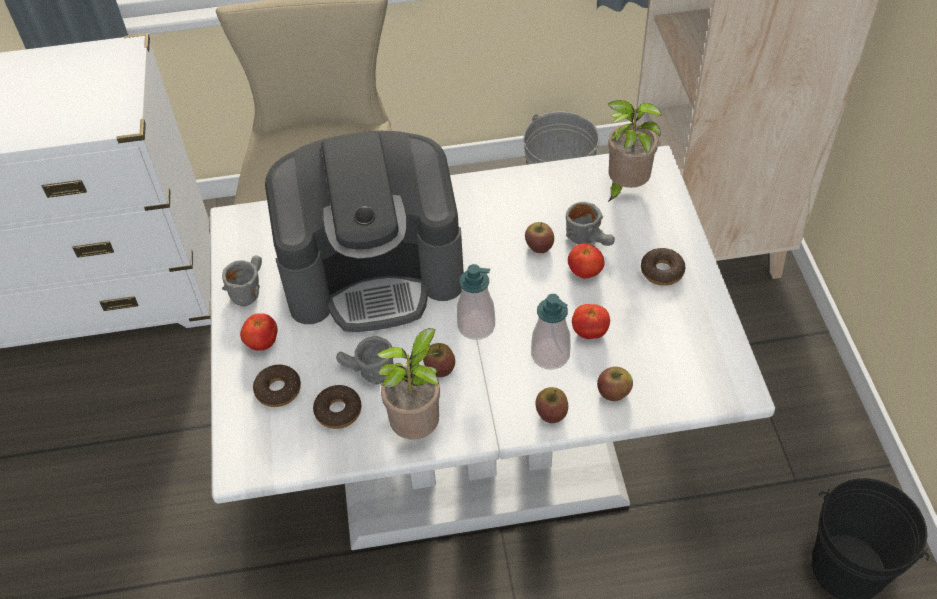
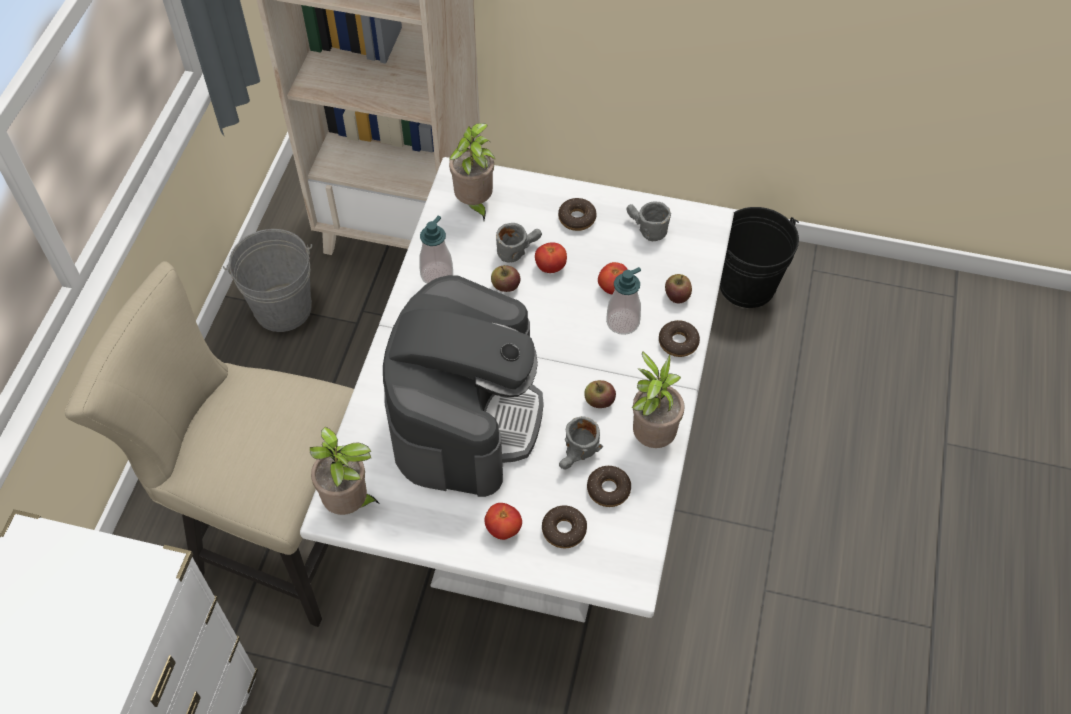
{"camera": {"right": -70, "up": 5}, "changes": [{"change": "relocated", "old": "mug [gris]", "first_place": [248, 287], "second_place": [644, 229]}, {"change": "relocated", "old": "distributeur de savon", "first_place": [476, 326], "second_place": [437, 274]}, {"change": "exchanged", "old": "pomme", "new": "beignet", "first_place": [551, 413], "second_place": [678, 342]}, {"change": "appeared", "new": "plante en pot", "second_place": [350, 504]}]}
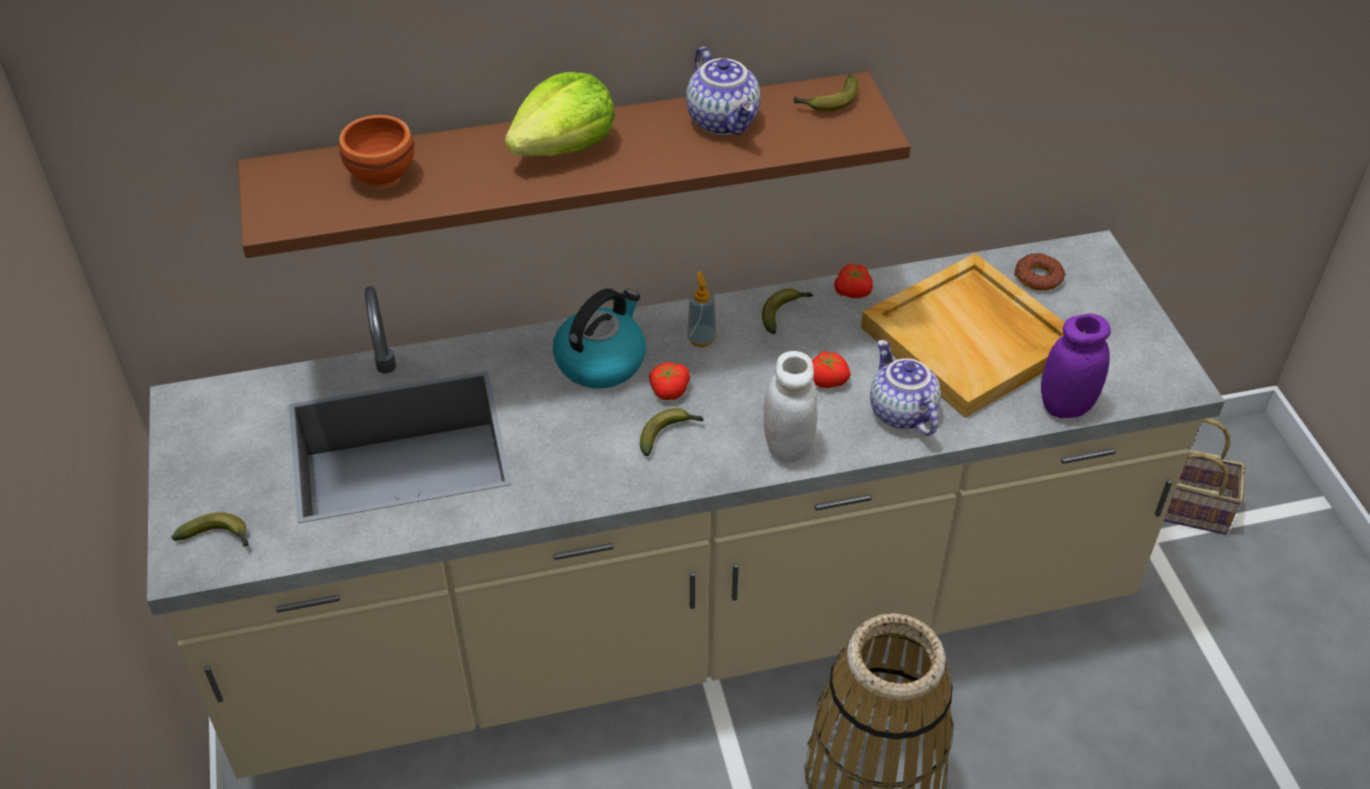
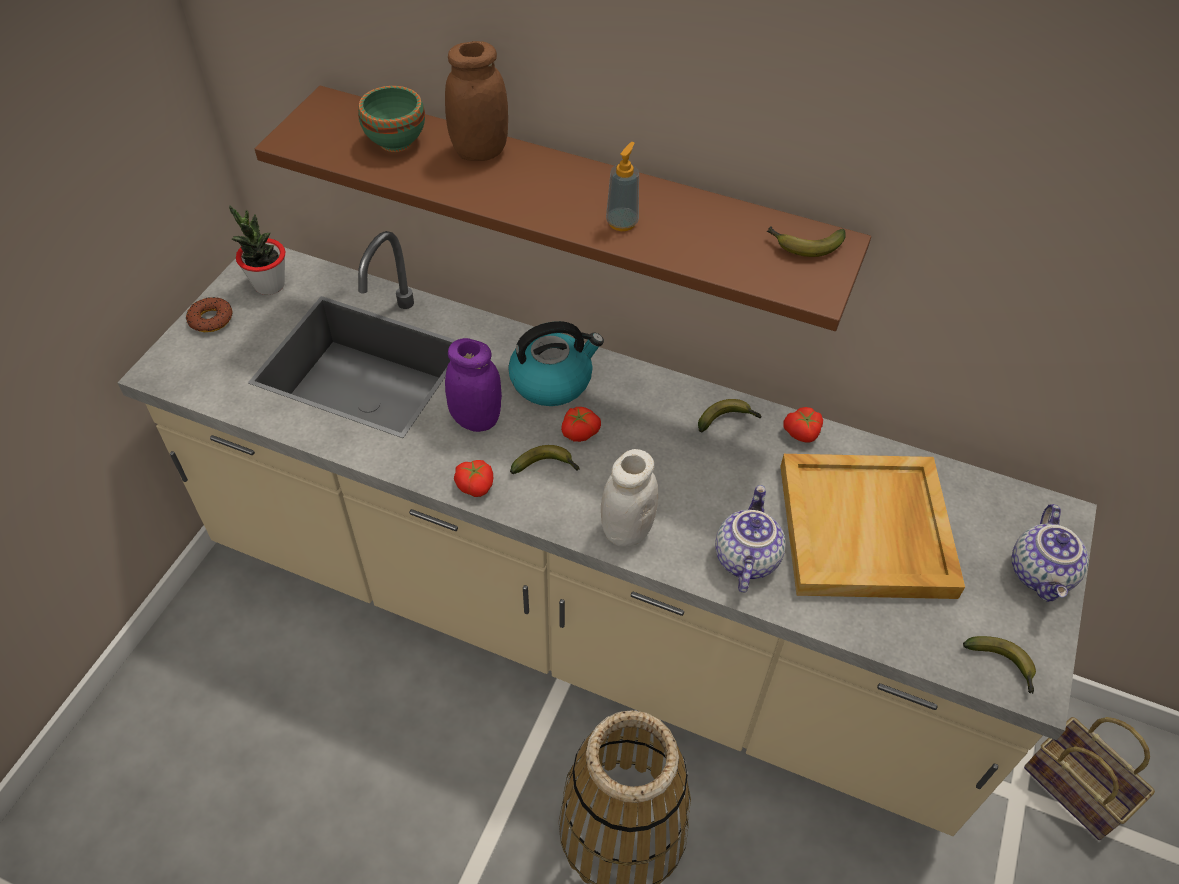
{"camera": {"right": 35, "up": 5}, "changes": [{"change": "relocated", "old": "banane", "first_place": [219, 538], "second_place": [1002, 666]}, {"change": "colour", "old": "bol [marron]", "new": "bol [vert]", "first_place": [382, 175], "second_place": [397, 141]}, {"change": "missing", "old": "laitue", "first_place": [565, 146]}, {"change": "relocated", "old": "théière", "first_place": [724, 121], "second_place": [1041, 574]}, {"change": "relocated", "old": "distributeur de savon", "first_place": [701, 338], "second_place": [622, 222]}, {"change": "relocated", "old": "tomate", "first_place": [827, 379], "second_place": [476, 485]}, {"change": "relocated", "old": "beignet", "first_place": [1038, 277], "second_place": [210, 319]}, {"change": "relocated", "old": "bocal [violet]", "first_place": [1066, 406], "second_place": [476, 419]}, {"change": "appeared", "new": "plante en pot", "second_place": [269, 285]}, {"change": "appeared", "new": "bocal [marron]", "second_place": [479, 151]}]}
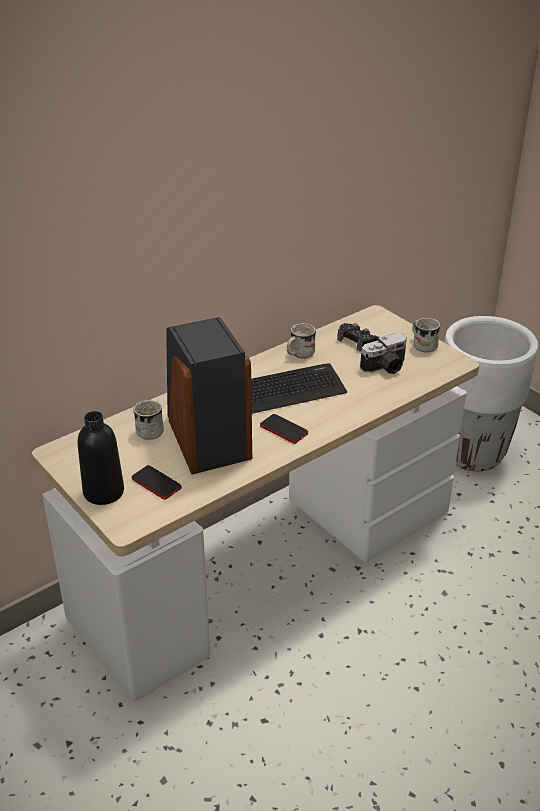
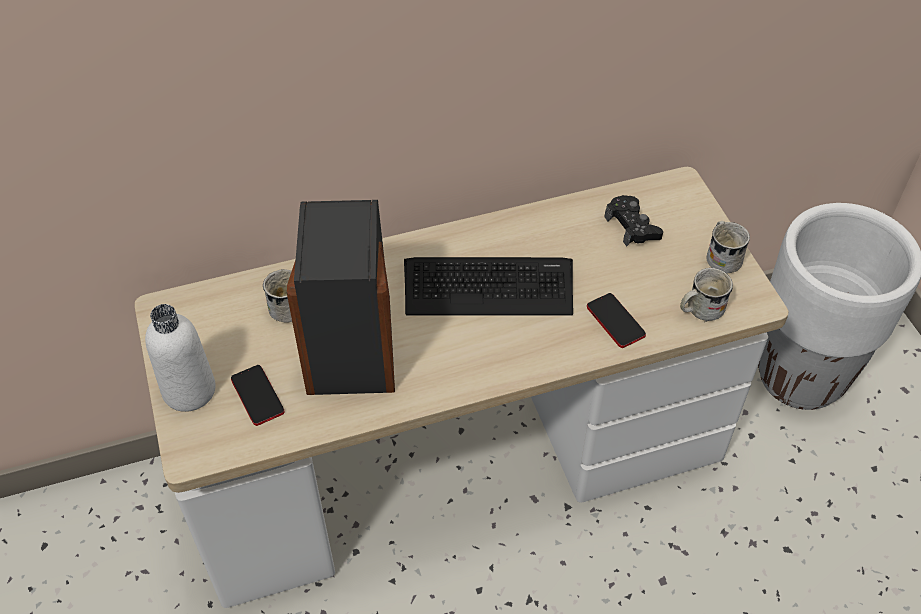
{"camera": {"right": 20, "up": 15}, "changes": [{"change": "colour", "old": "bouteille [noir]", "new": "bouteille [blanc]", "first_place": [103, 492], "second_place": [189, 390]}, {"change": "relocated", "old": "téléphone", "first_place": [284, 429], "second_place": [615, 321]}, {"change": "relocated", "old": "mug [blanc]", "first_place": [299, 354], "second_place": [699, 310]}, {"change": "missing", "old": "appareil photo", "first_place": [385, 367]}]}
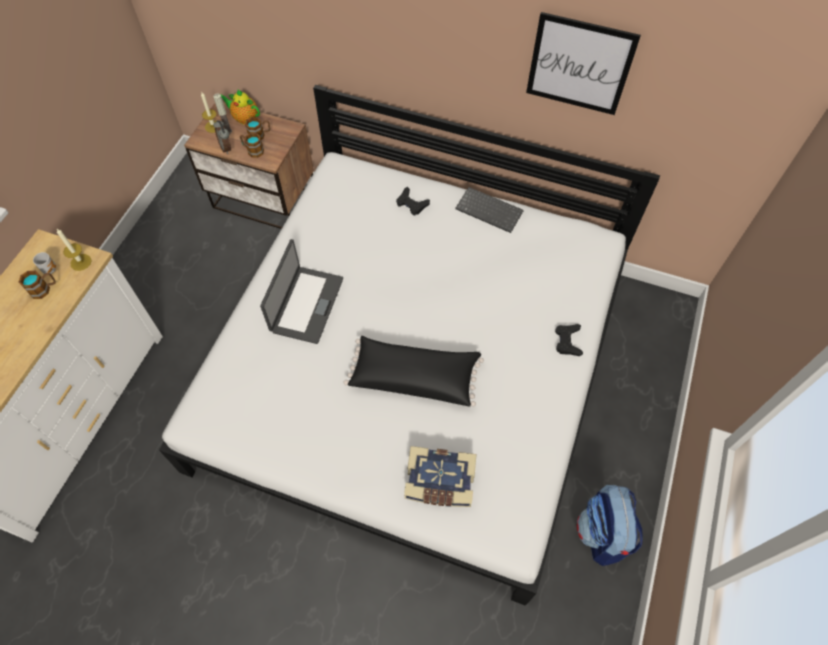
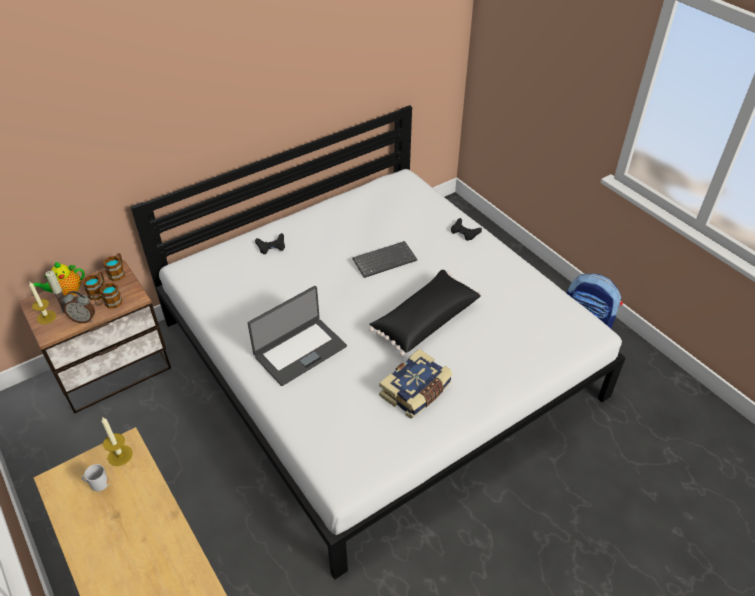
{"camera": {"right": -55, "up": -15}, "changes": [{"change": "relocated", "old": "mug", "first_place": [44, 289], "second_place": [118, 272]}, {"change": "spun", "old": "ordinateur portable", "first_place": [306, 304], "second_place": [299, 351], "degrees": 90}, {"change": "relocated", "old": "livre", "first_place": [439, 482], "second_place": [416, 392]}, {"change": "relocated", "old": "clavier", "first_place": [490, 210], "second_place": [385, 259]}, {"change": "missing", "old": "tableau", "first_place": [579, 64]}]}
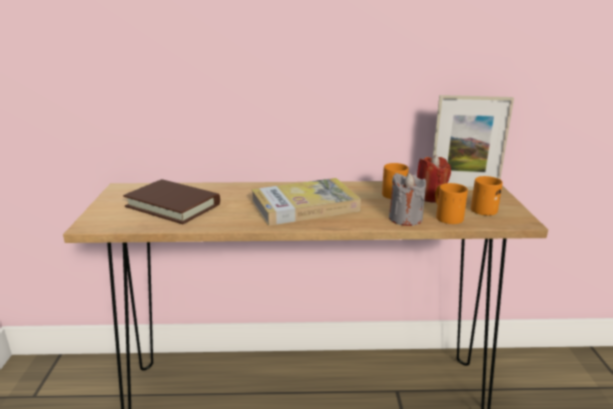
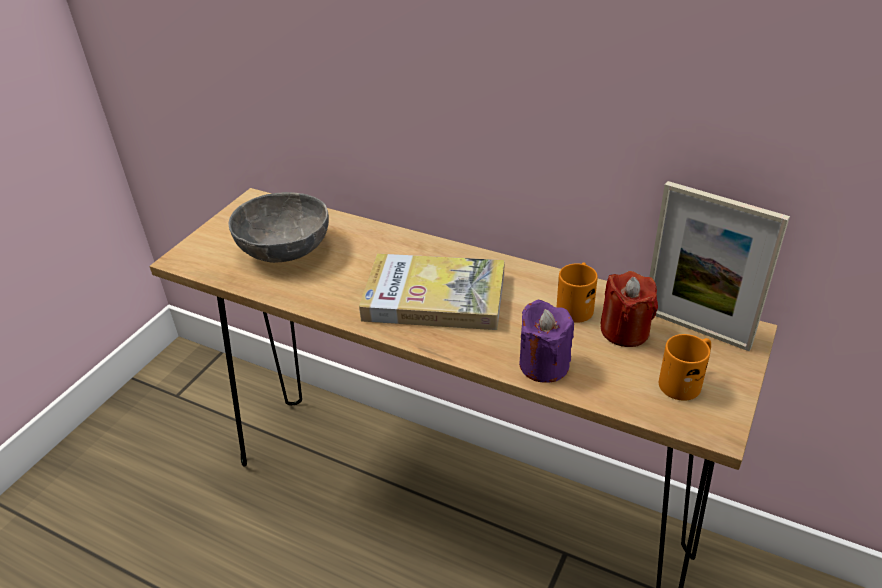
{"camera": {"right": 30, "up": 15}, "changes": [{"change": "exchanged", "old": "livre [marron]", "new": "bol [gris]", "first_place": [173, 205], "second_place": [285, 250]}, {"change": "colour", "old": "bougie [gris]", "new": "bougie [violet]", "first_place": [405, 218], "second_place": [544, 365]}, {"change": "missing", "old": "mug [orange]", "first_place": [445, 216]}]}
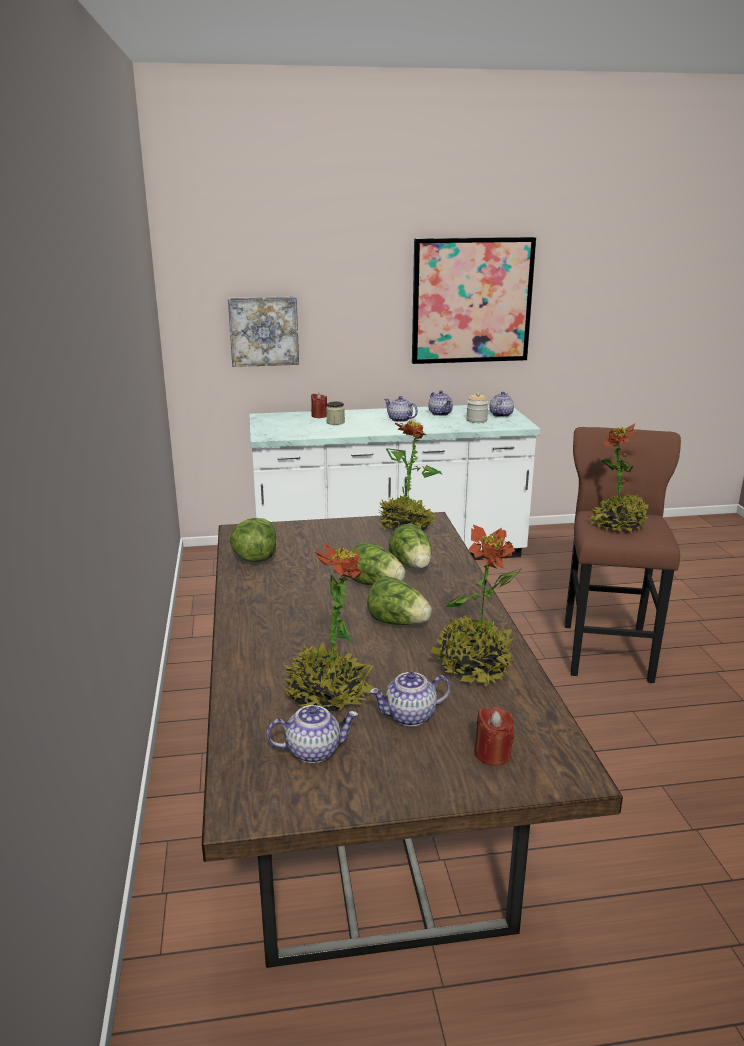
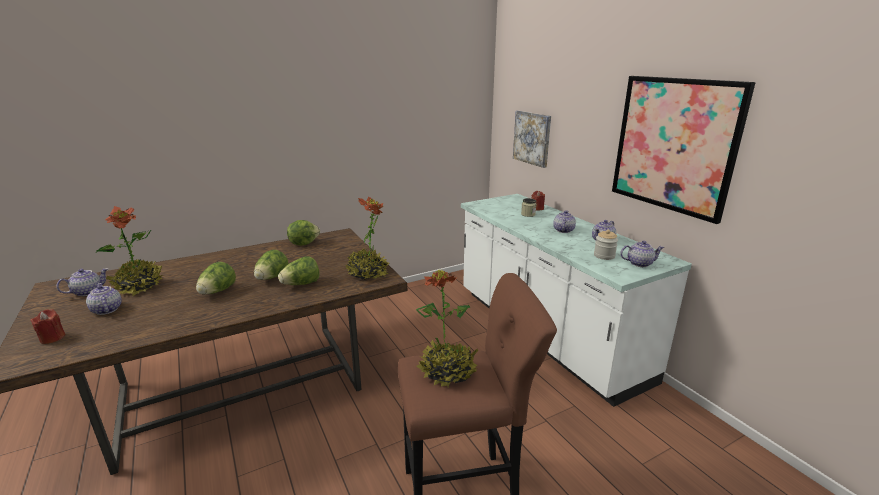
{"camera": {"right": 70, "up": 0}, "changes": [{"change": "spun", "old": "théière", "first_place": [313, 750], "second_place": [88, 292], "degrees": -105}, {"change": "missing", "old": "plante en pot", "first_place": [472, 666]}]}
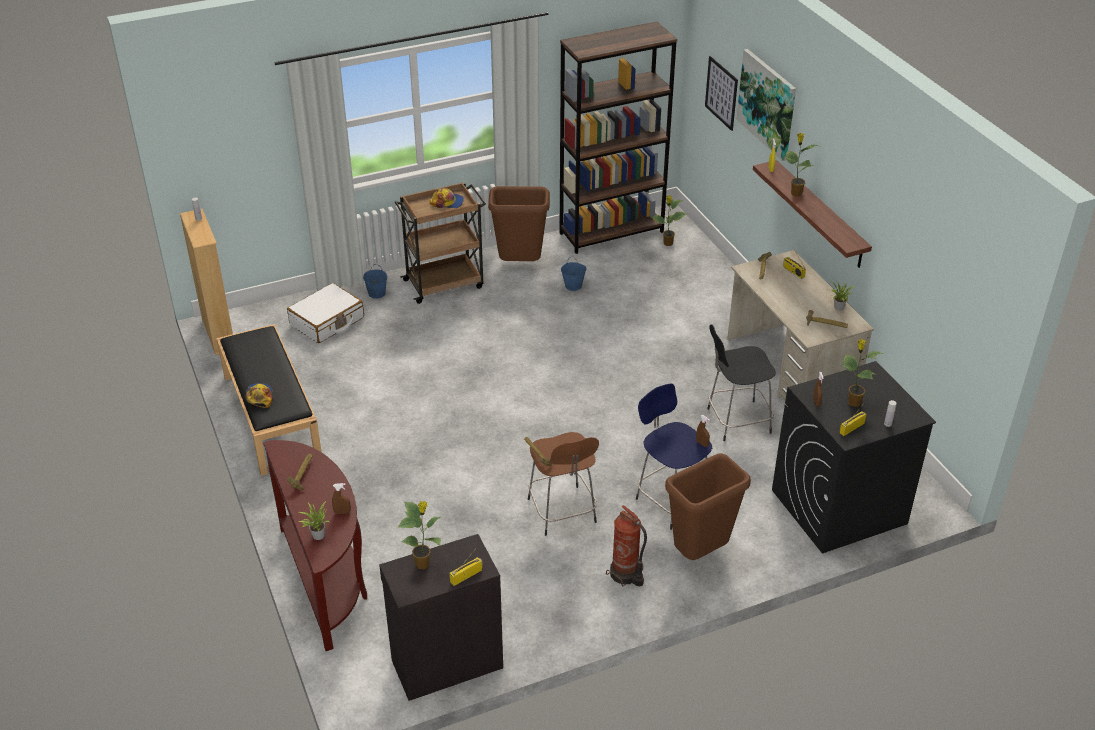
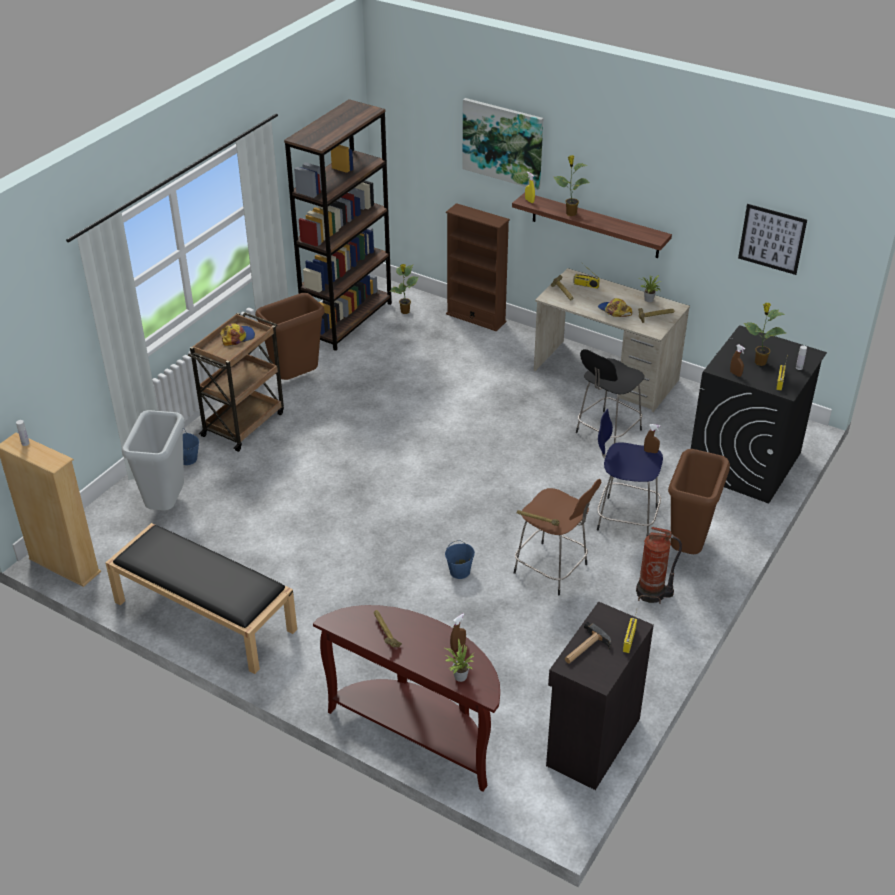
{"camera": {"right": -35, "up": 0}, "changes": [{"change": "relocated", "old": "casquette", "first_place": [260, 397], "second_place": [614, 311]}, {"change": "exchanged", "old": "valise [blanc]", "new": "poubelle [gris]", "first_place": [327, 321], "second_place": [166, 505]}, {"change": "exchanged", "old": "plante en pot", "new": "marteau", "first_place": [423, 564], "second_place": [585, 649]}, {"change": "relocated", "old": "seau [bleu]", "first_place": [573, 286], "second_place": [460, 571]}, {"change": "relocated", "old": "tableau", "first_place": [721, 93], "second_place": [772, 239]}, {"change": "appeared", "new": "bibliothèque [marron]", "second_place": [476, 318]}]}
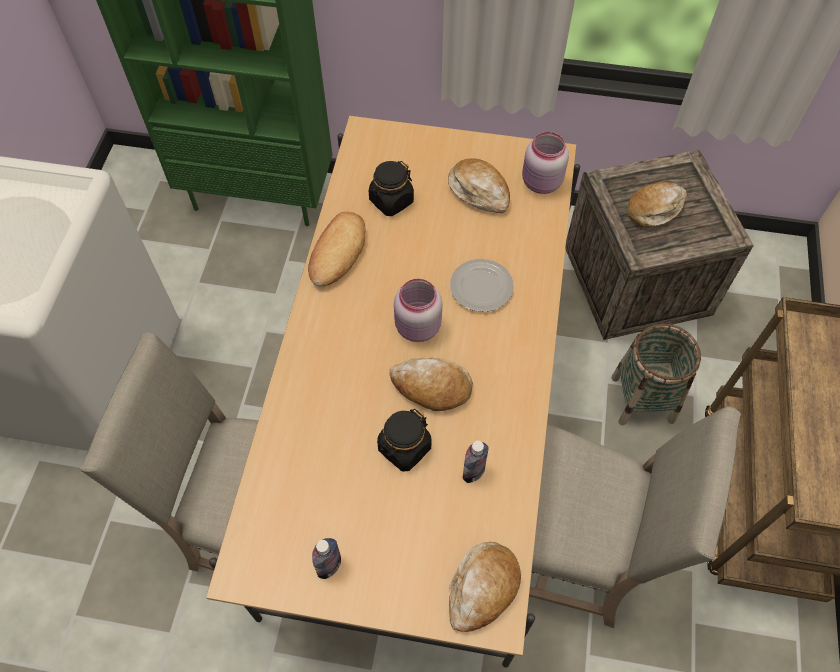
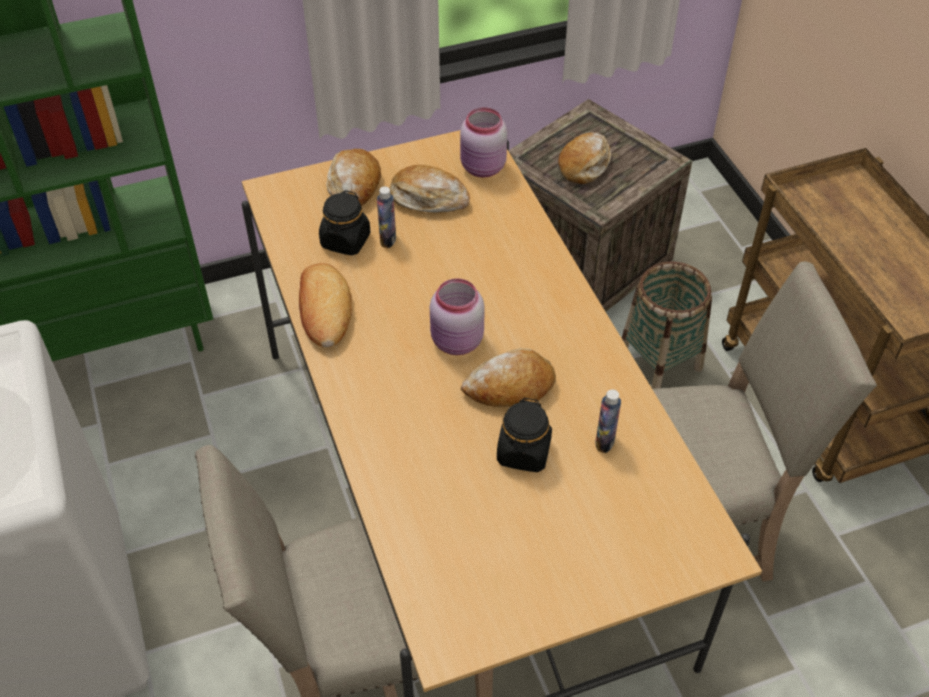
{"camera": {"right": -30, "up": -10}, "changes": [{"change": "relocated", "old": "bouteille", "first_place": [329, 566], "second_place": [388, 239]}, {"change": "relocated", "old": "pain", "first_place": [482, 589], "second_place": [354, 186]}, {"change": "missing", "old": "assiette", "first_place": [480, 287]}]}
